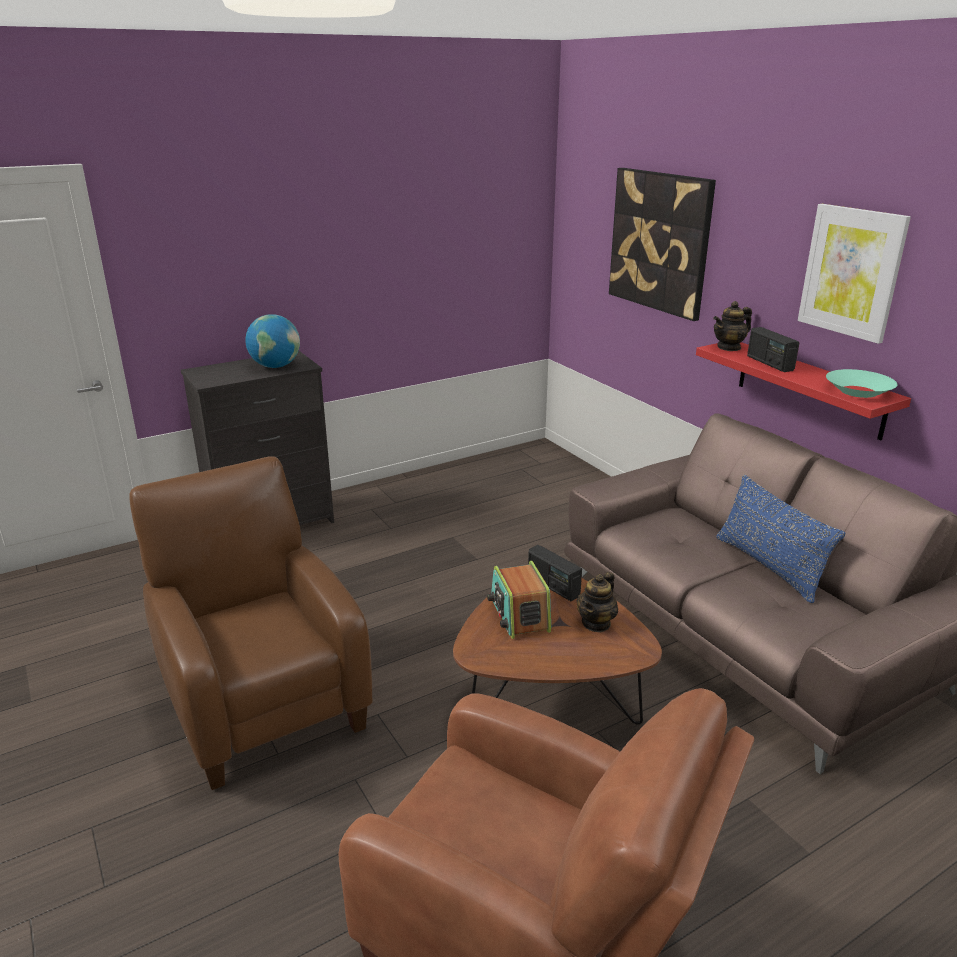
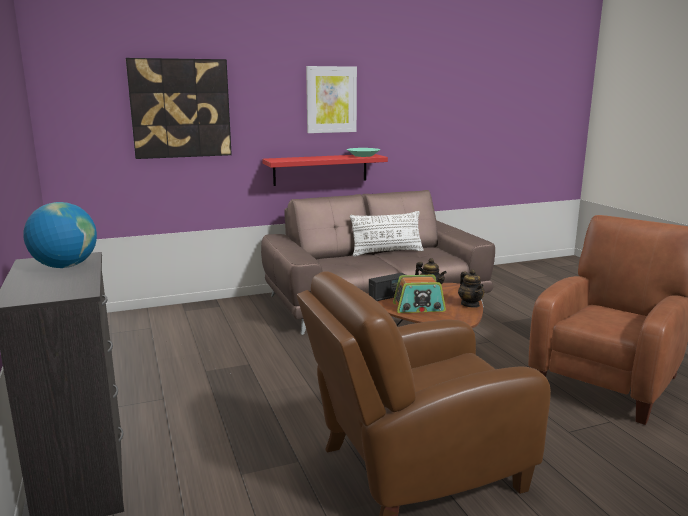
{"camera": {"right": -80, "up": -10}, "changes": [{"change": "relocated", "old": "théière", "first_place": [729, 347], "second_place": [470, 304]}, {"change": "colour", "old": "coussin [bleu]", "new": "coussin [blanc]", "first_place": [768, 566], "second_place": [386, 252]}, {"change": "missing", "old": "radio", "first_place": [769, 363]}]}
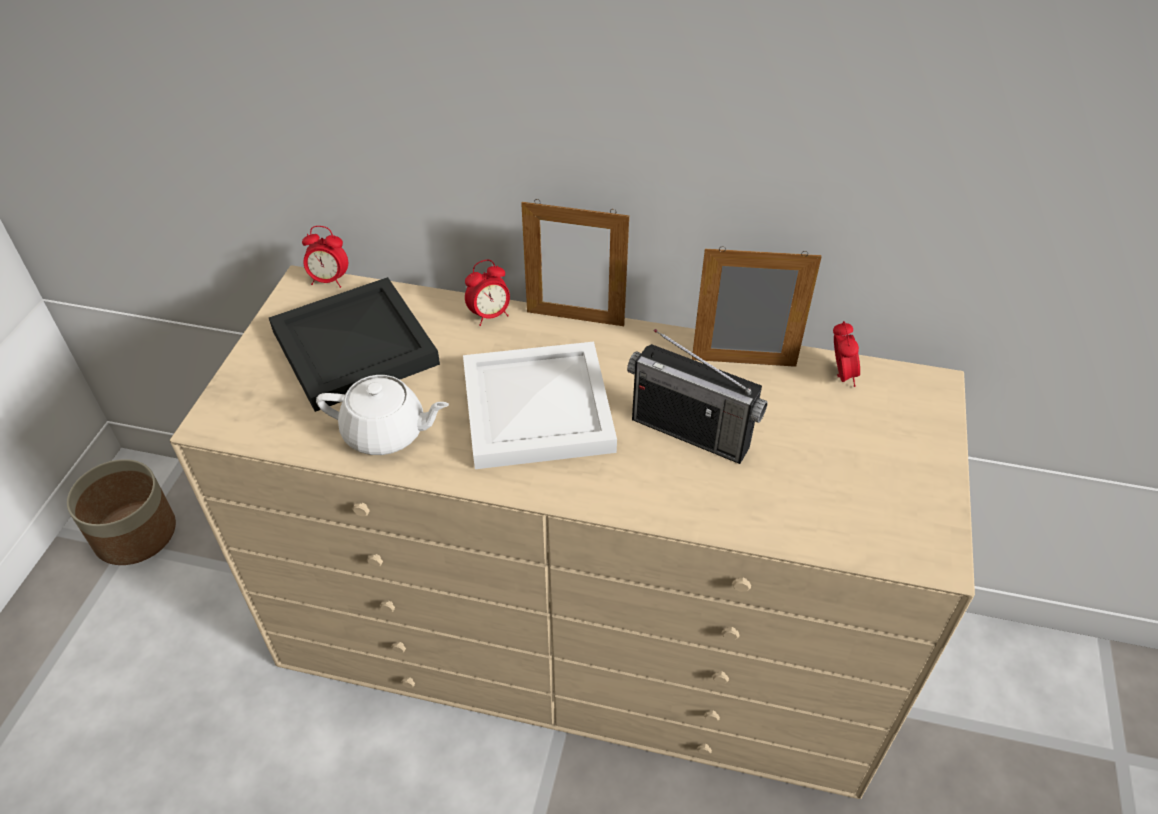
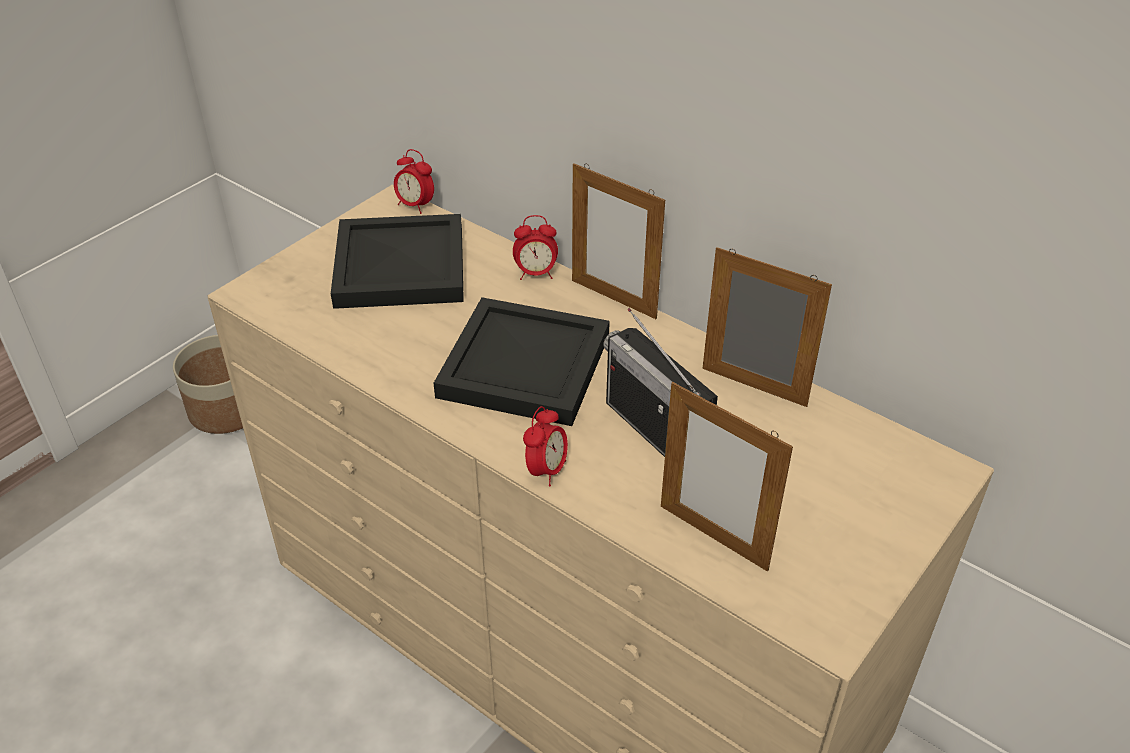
{"camera": {"right": 25, "up": -5}, "changes": [{"change": "missing", "old": "théière [blanc]", "first_place": [386, 433]}, {"change": "colour", "old": "plateau [blanc]", "new": "plateau [noir]", "first_place": [540, 410], "second_place": [526, 367]}, {"change": "relocated", "old": "réveil", "first_place": [840, 376], "second_place": [546, 470]}, {"change": "appeared", "new": "cadre photo", "second_place": [713, 537]}]}
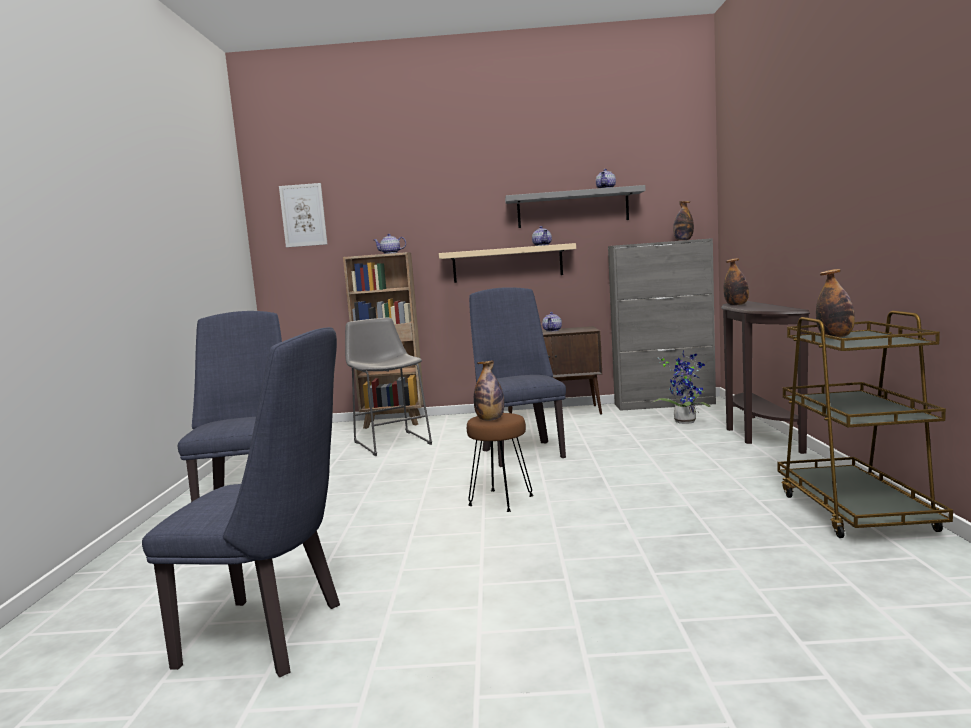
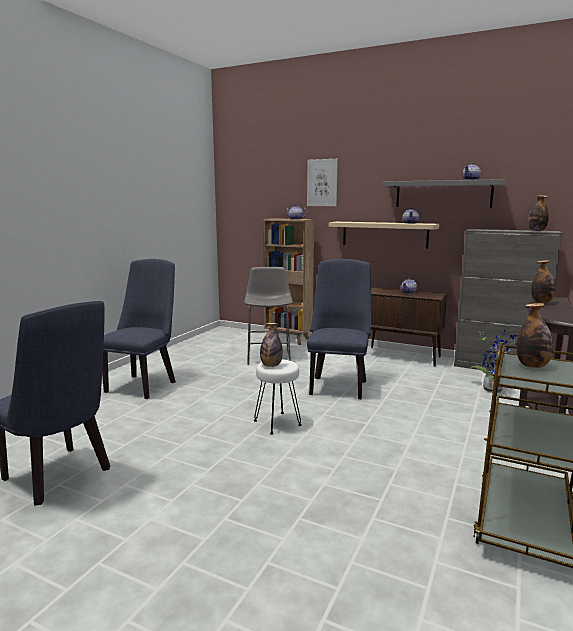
{"camera": {"right": 25, "up": 5}, "changes": [{"change": "relocated", "old": "tableau", "first_place": [303, 215], "second_place": [322, 183]}, {"change": "colour", "old": "tabouret [marron]", "new": "tabouret [blanc]", "first_place": [501, 500], "second_place": [278, 423]}]}
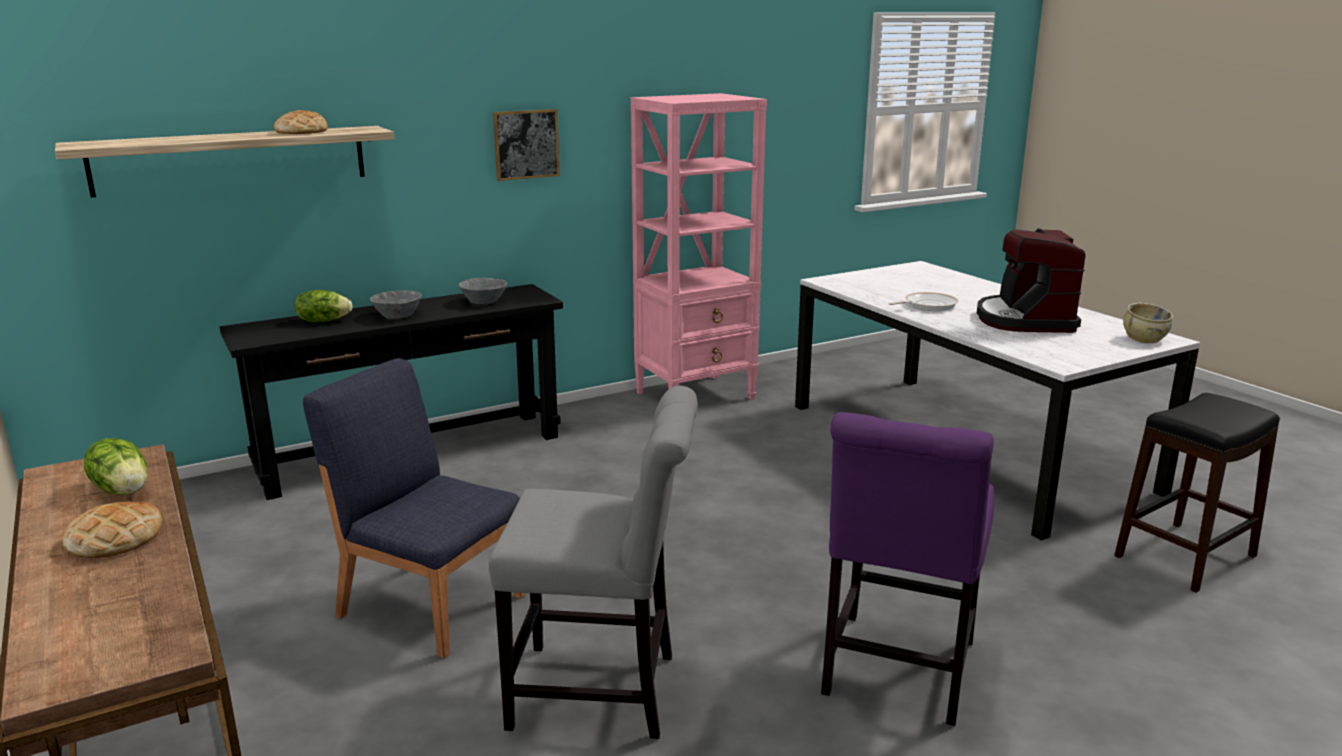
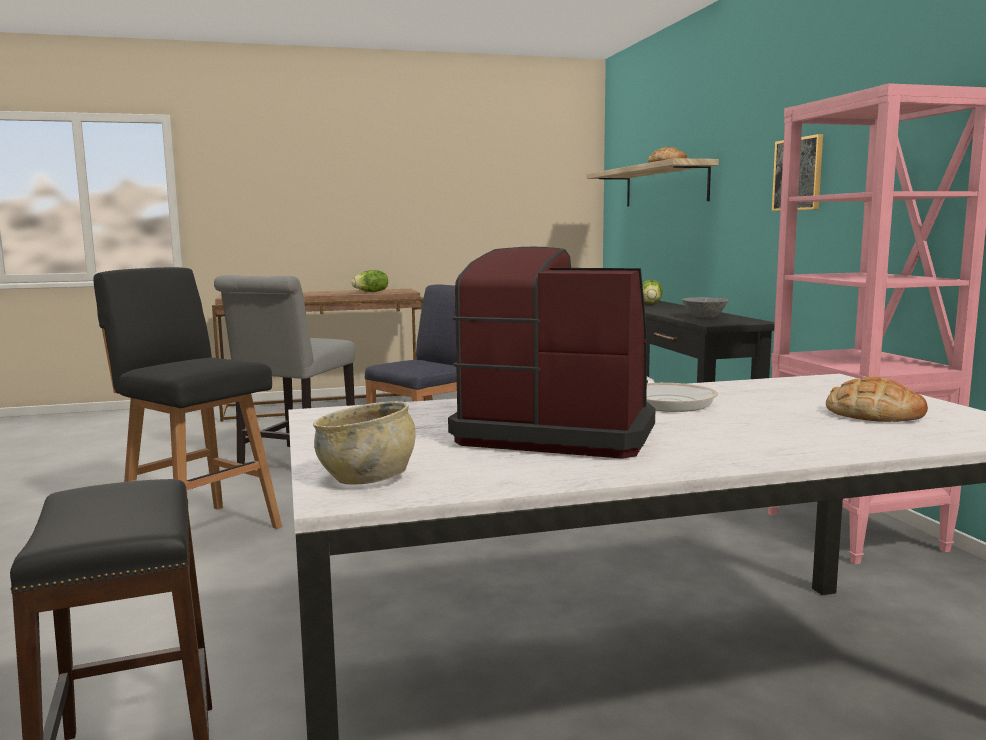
{"camera": {"right": 105, "up": -10}, "changes": [{"change": "relocated", "old": "pain", "first_place": [115, 539], "second_place": [874, 414]}, {"change": "missing", "old": "bol [gris]", "first_place": [397, 315]}, {"change": "exchanged", "old": "chaise [violet]", "new": "tabouret [noir]", "first_place": [896, 673], "second_place": [199, 532]}]}
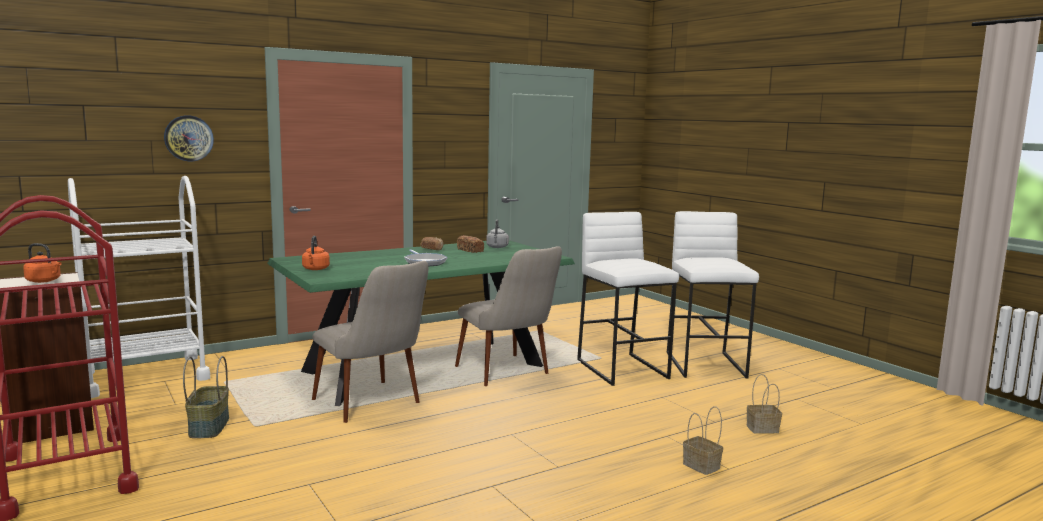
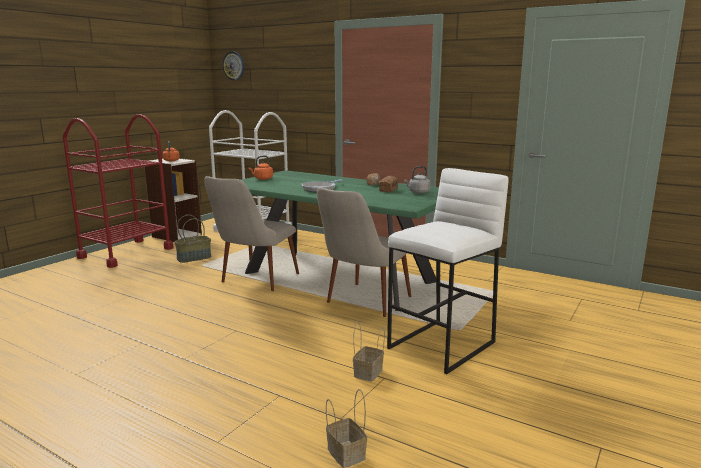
{"camera": {"right": 65, "up": 5}, "changes": [{"change": "relocated", "old": "horloge murale", "first_place": [188, 138], "second_place": [233, 66]}, {"change": "missing", "old": "tabouret [blanc]", "first_place": [706, 365]}, {"change": "relocated", "old": "panier", "first_place": [702, 466], "second_place": [368, 373]}]}
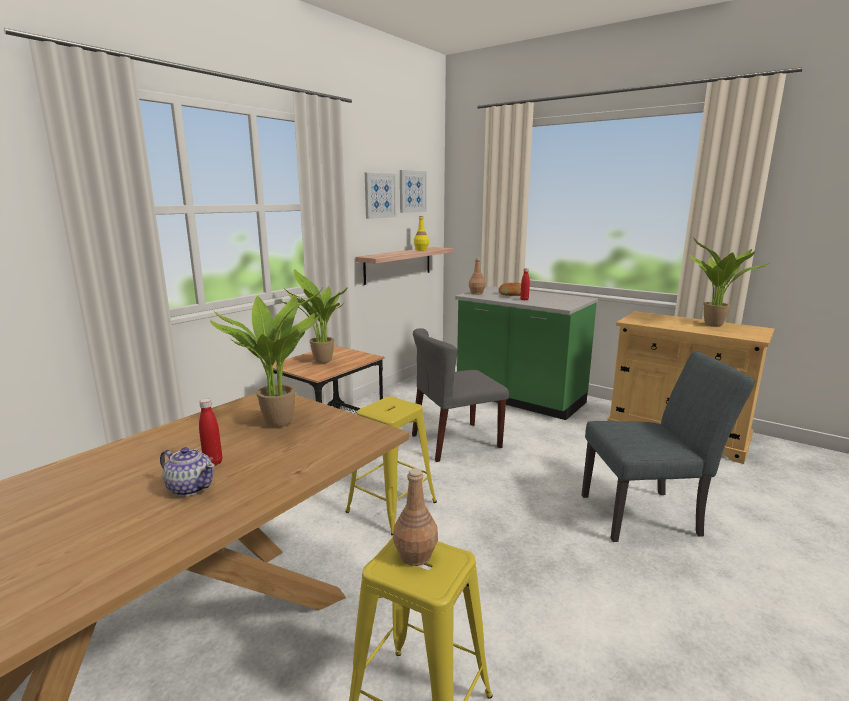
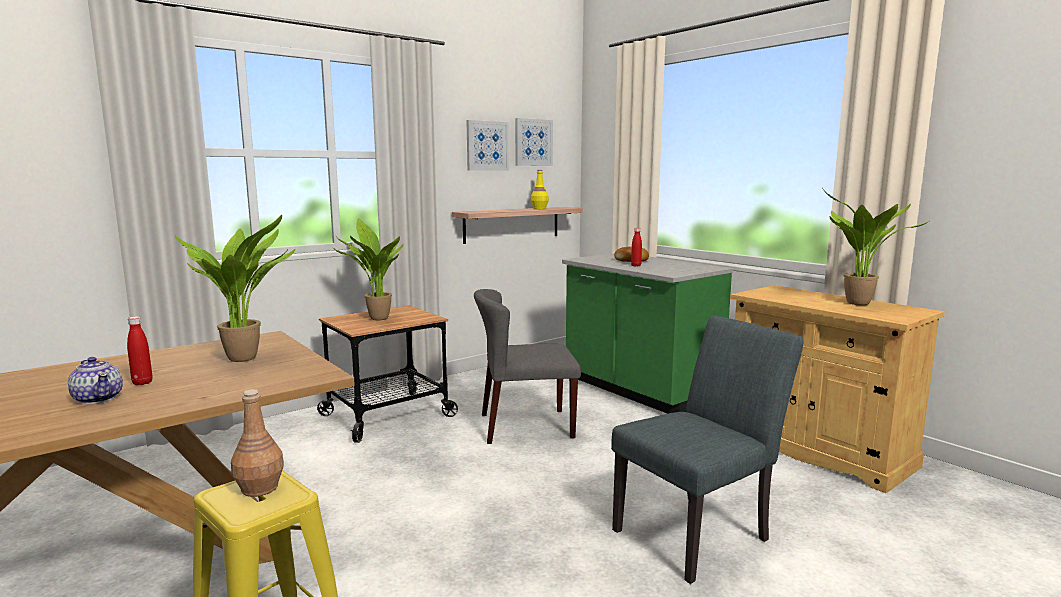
{"camera": {"right": 15, "up": -5}, "changes": [{"change": "missing", "old": "tabouret [jaune]", "first_place": [391, 507]}, {"change": "missing", "old": "bouteille [marron]", "first_place": [476, 293]}, {"change": "spun", "old": "chaise [gris]", "first_place": [648, 515], "second_place": [699, 532], "degrees": -45}]}
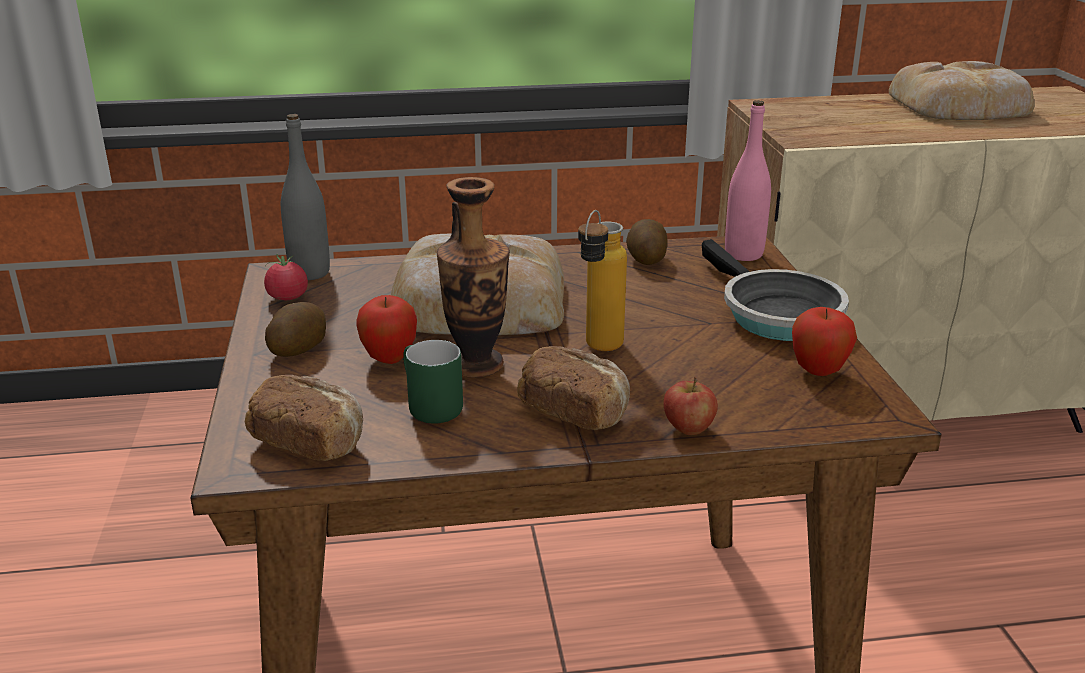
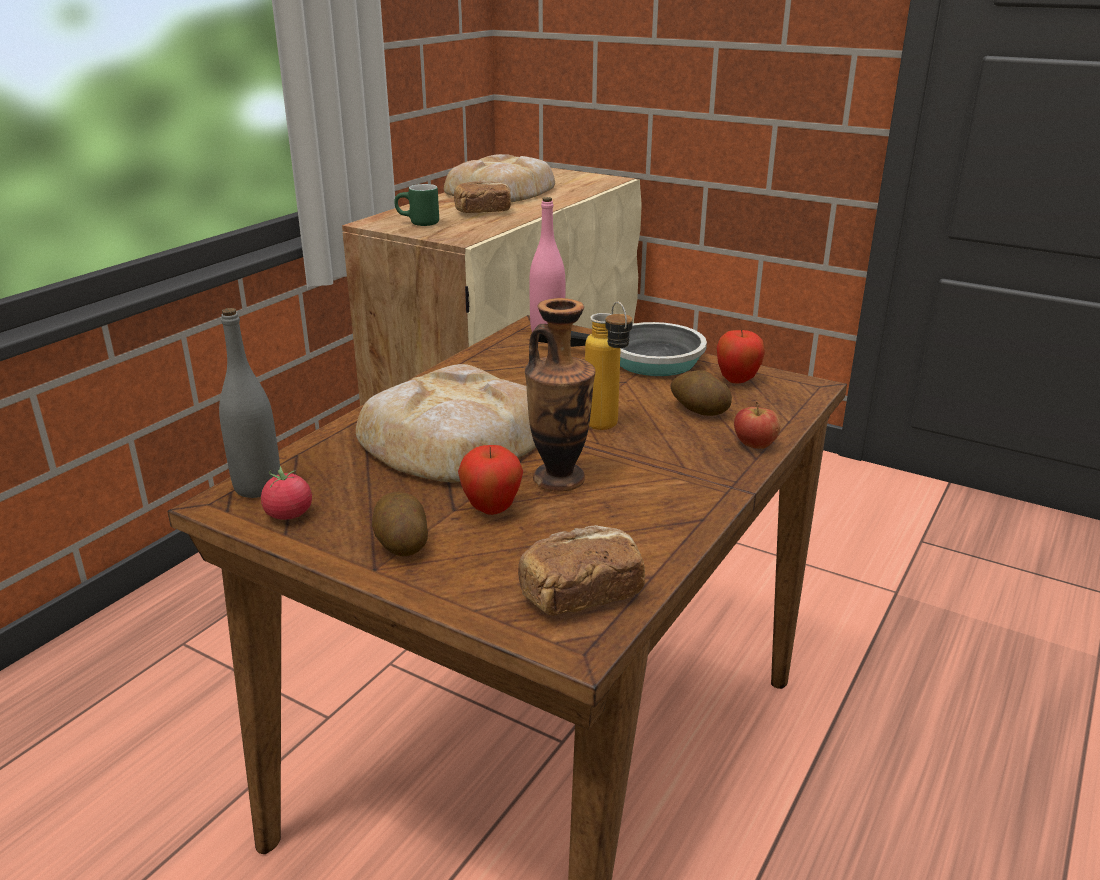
{"camera": {"right": -50, "up": 0}, "changes": [{"change": "relocated", "old": "mug [vert]", "first_place": [426, 408], "second_place": [418, 223]}, {"change": "relocated", "old": "pain", "first_place": [574, 411], "second_place": [483, 212]}, {"change": "relocated", "old": "pomme de terre", "first_place": [646, 258], "second_place": [698, 410]}]}
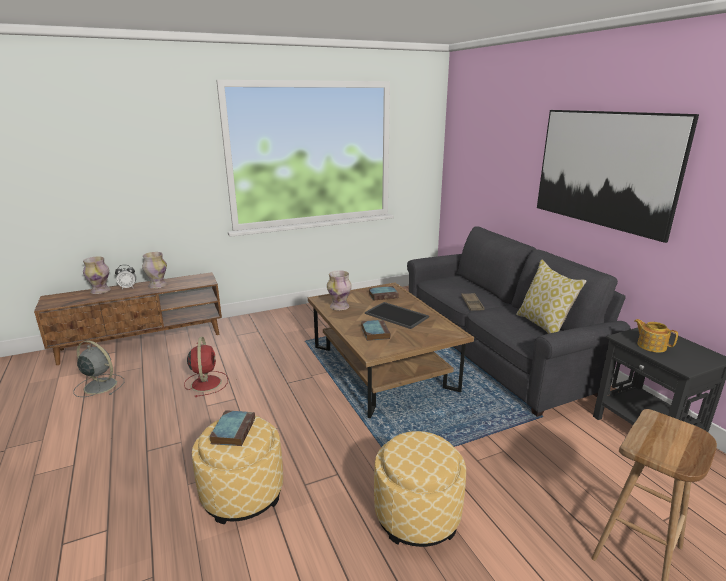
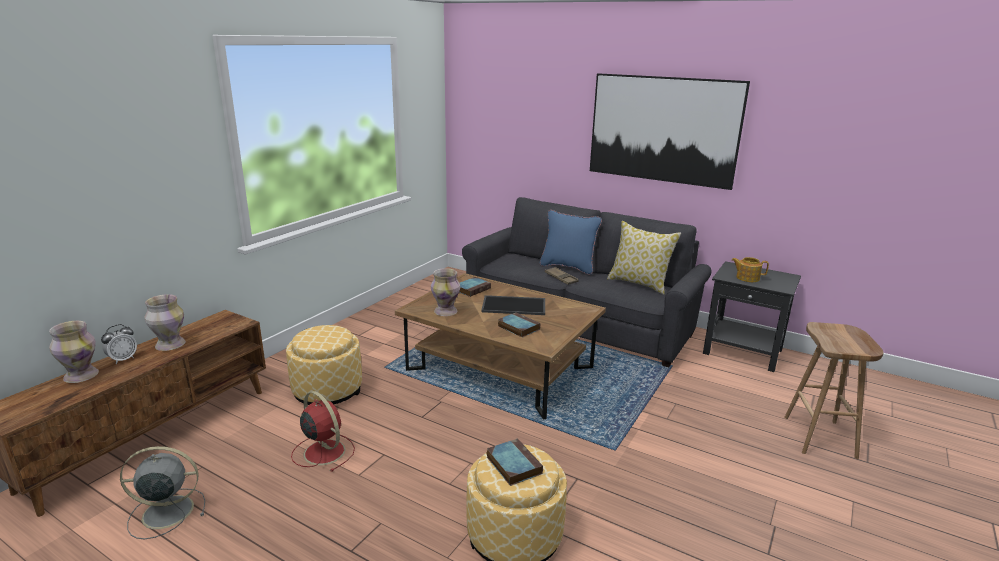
{"camera": {"right": -35, "up": 0}, "changes": [{"change": "relocated", "old": "pouf", "first_place": [417, 515], "second_place": [327, 391]}, {"change": "appeared", "new": "coussin [bleu]", "second_place": [568, 267]}]}
